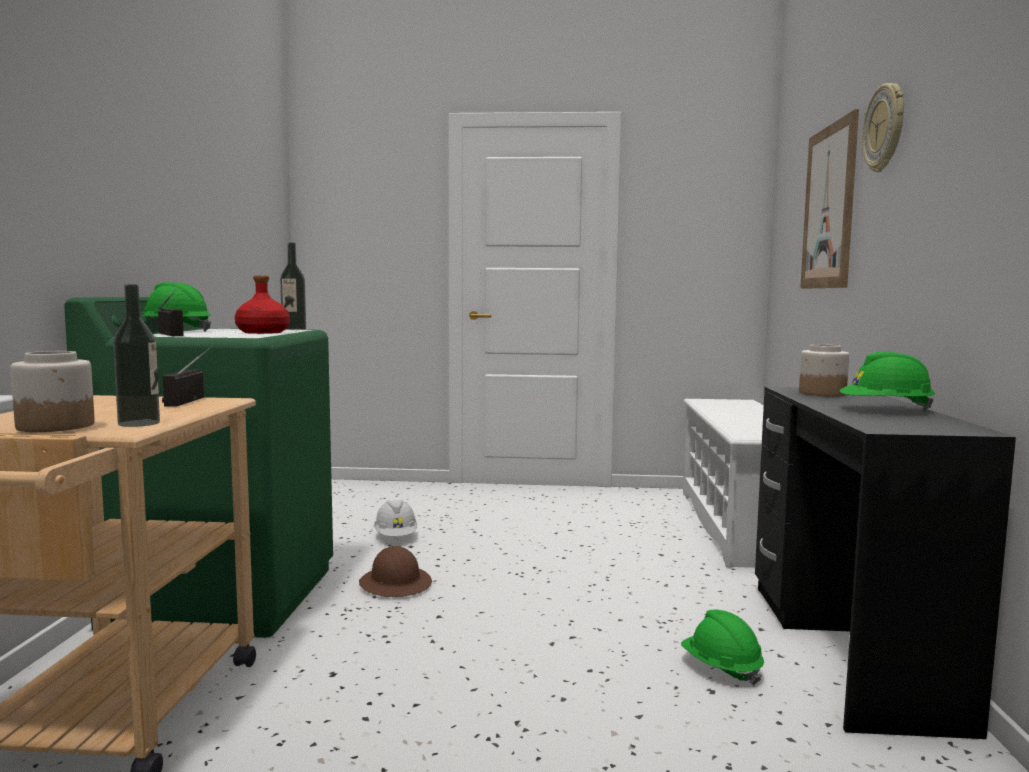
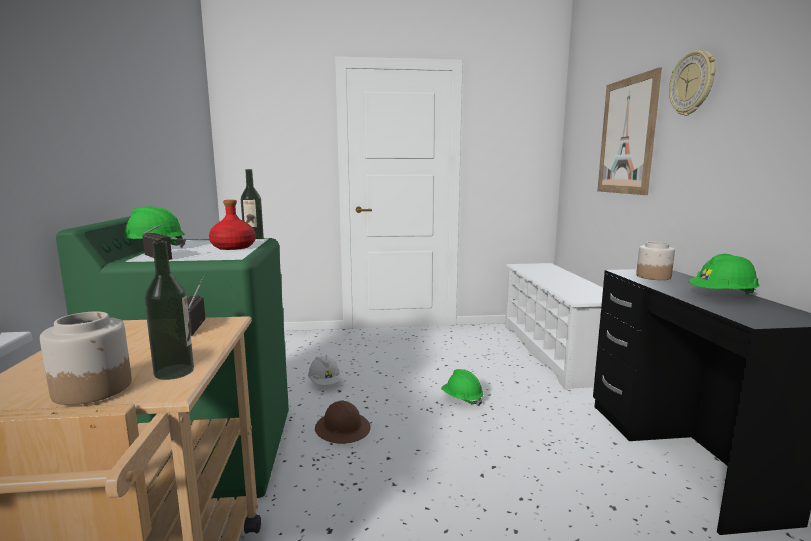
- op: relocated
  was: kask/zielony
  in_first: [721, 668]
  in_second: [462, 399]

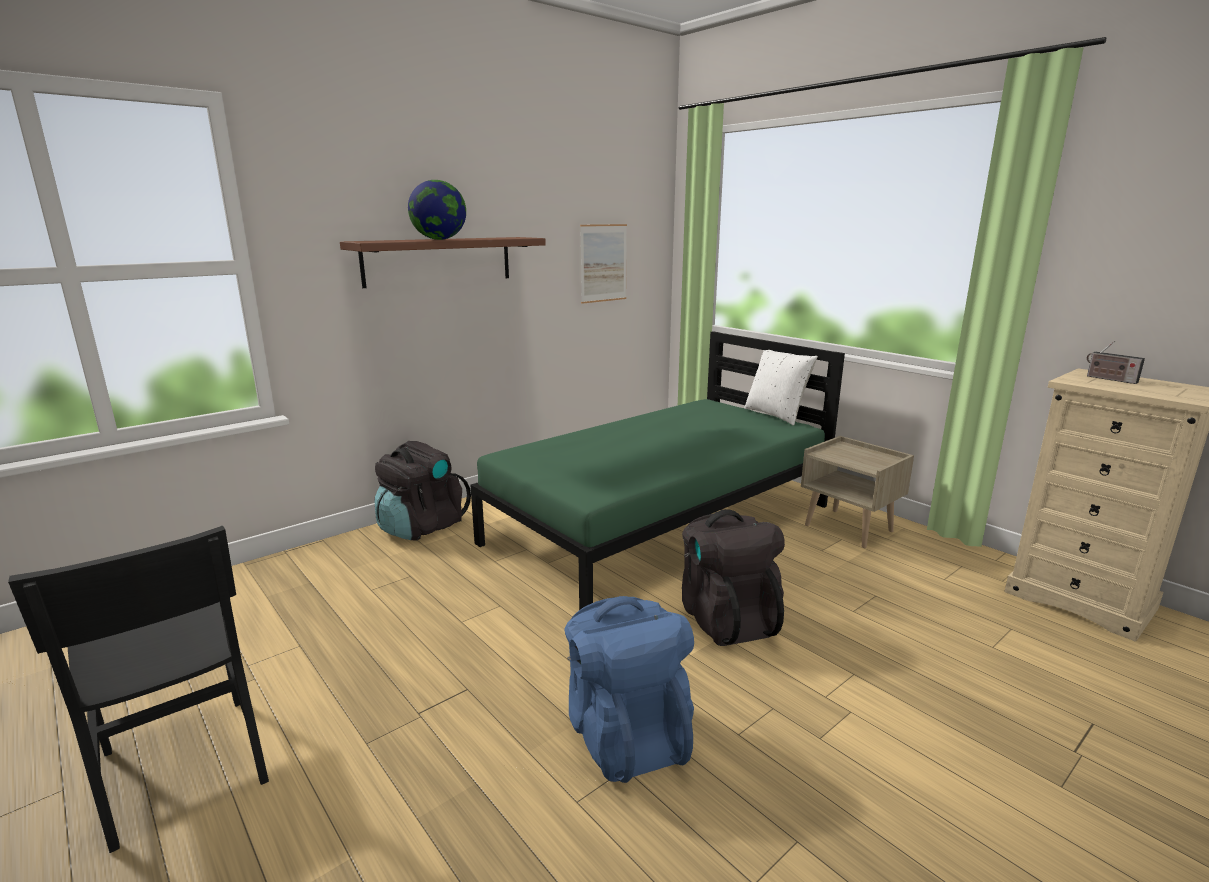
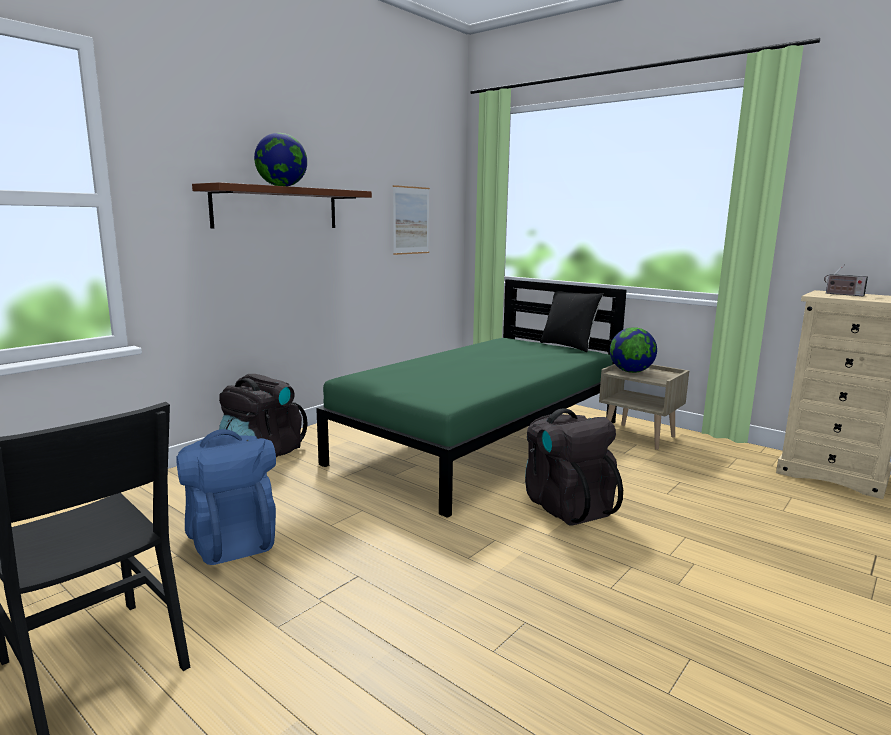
- op: appeared
  now: globus
  in_second: [631, 372]
- op: relocated
  was: plecak/niebieski
  in_first: [625, 733]
  in_second: [231, 539]
- op: colour
  was: poduszka/biały
  now: poduszka/czarny
  in_first: [776, 415]
  in_second: [568, 346]

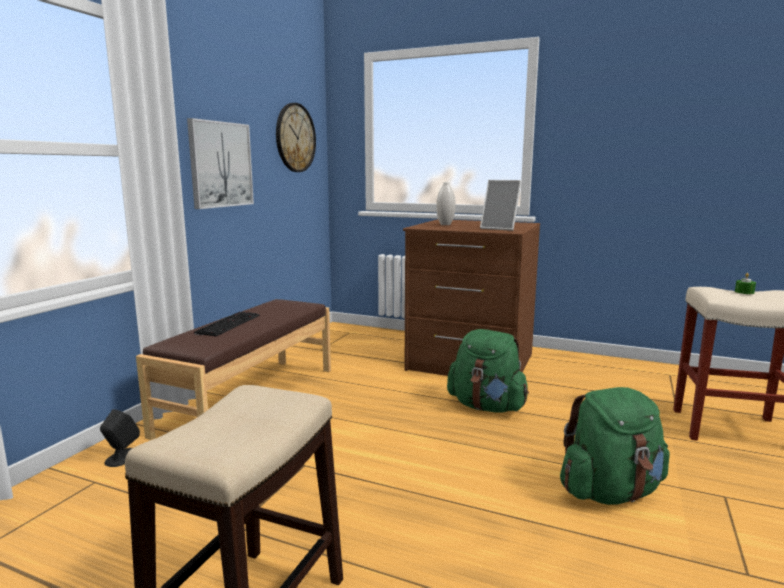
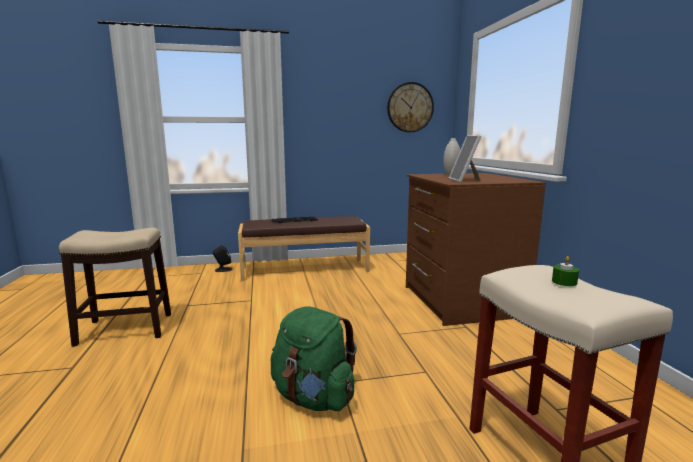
- op: missing
  was: obraz
  in_first: [220, 164]
- op: missing
  was: plecak/zielony
  in_first: [487, 406]

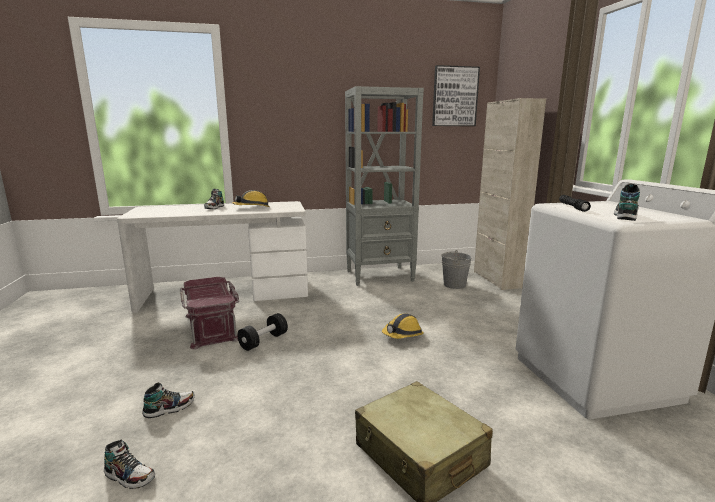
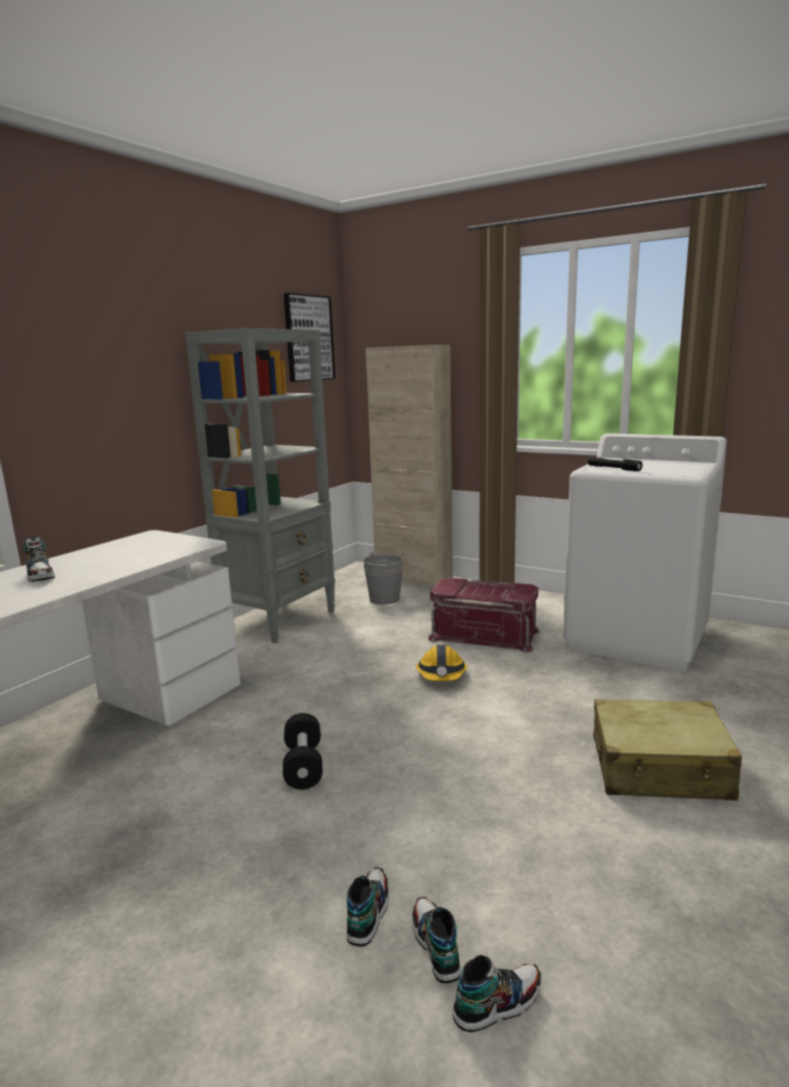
- op: missing
  was: kask
  in_first: [252, 208]
- op: relocated
  was: pojemnik do przechowywania/czerwony
  in_first: [212, 327]
  in_second: [484, 635]
- op: relocated
  was: but
  in_first: [624, 216]
  in_second: [435, 946]

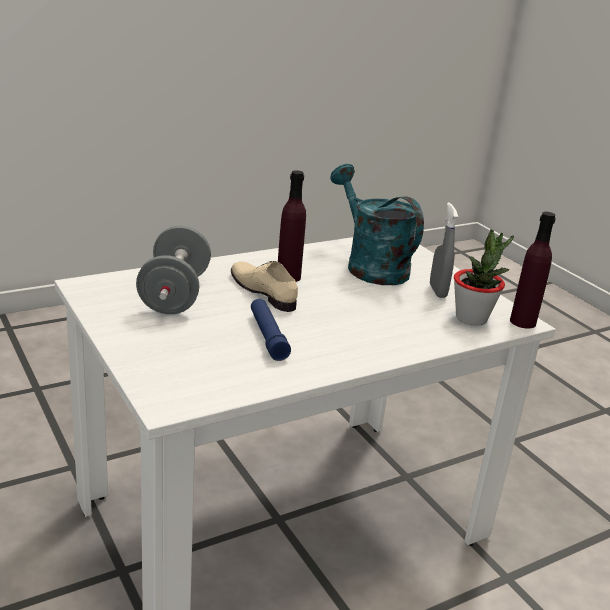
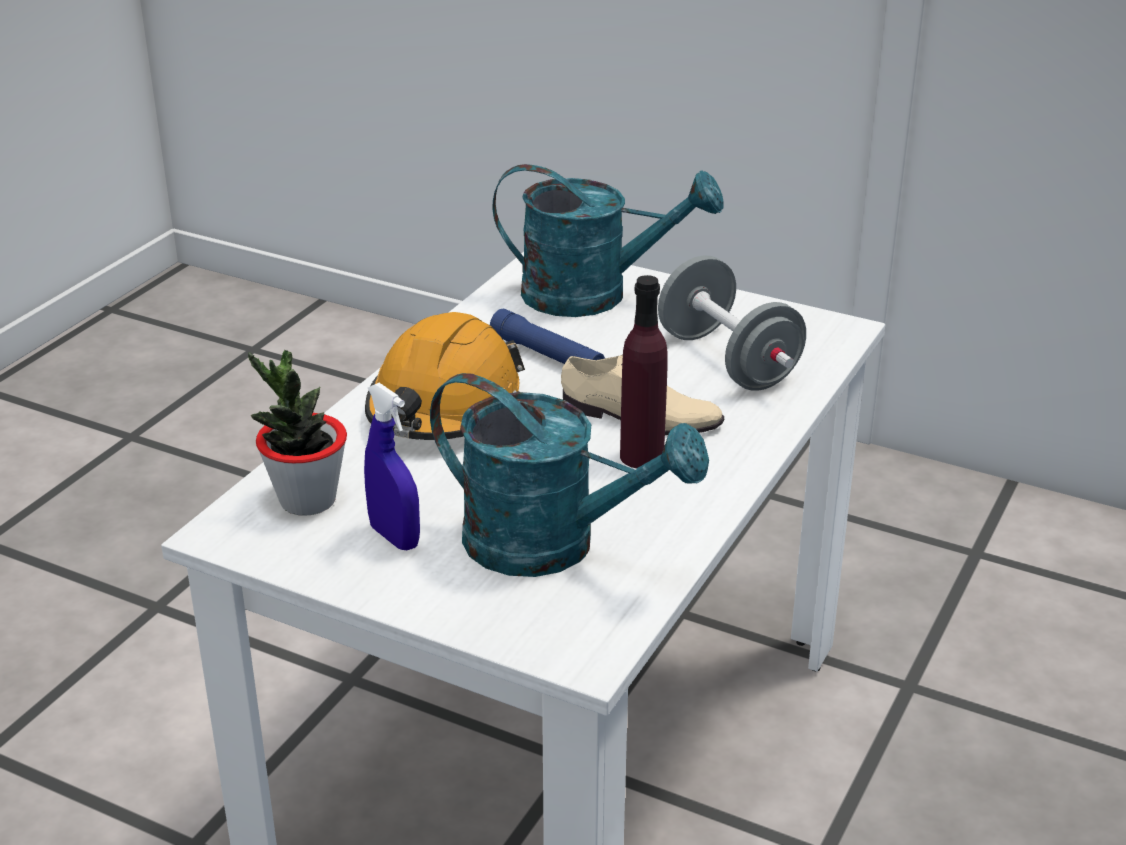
- op: missing
  was: butelka/fioletowy
  in_first: [523, 322]
- op: appeared
  now: kask/pomarańczowy
  in_second: [444, 407]
- op: appeared
  now: konewka/turkusowy
  in_second: [594, 295]
- op: colour
  was: spryskiwacz/szary
  now: spryskiwacz/niebieski
  in_first: [437, 291]
  in_second: [394, 537]

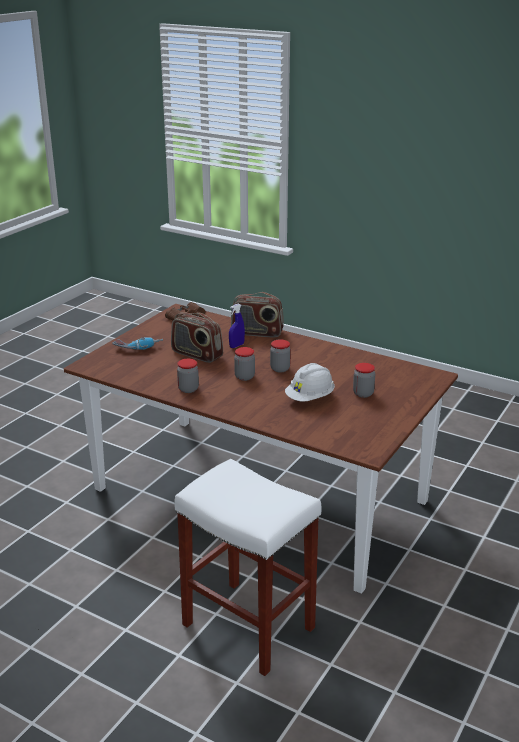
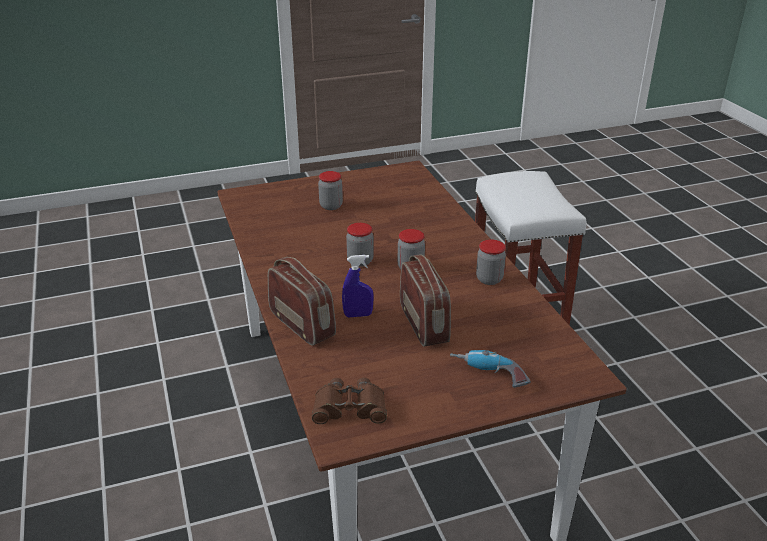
- op: missing
  was: kask/biały
  in_first: [310, 398]

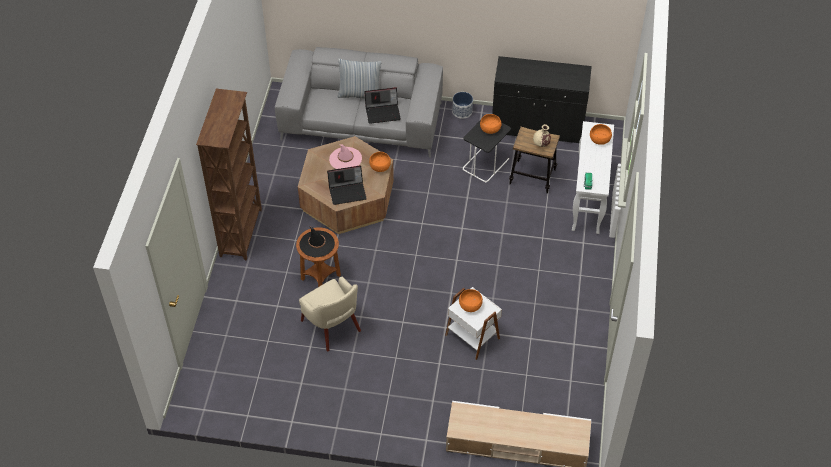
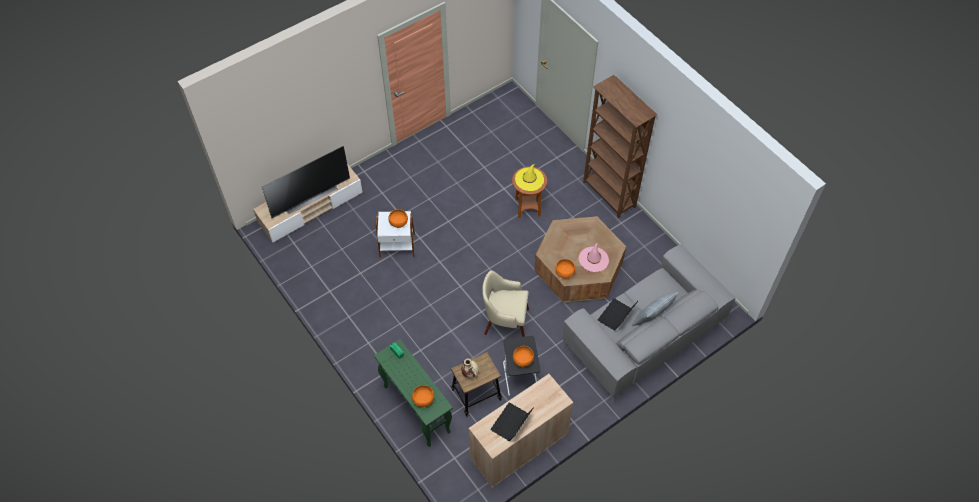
- op: missing
  was: donica
  in_first: [462, 111]
- op: appeared
  now: telewizor
  in_second: [309, 196]
- op: relocated
  was: fotel/beżowy
  in_first: [331, 326]
  in_second: [505, 321]
- op: relocated
  was: laptop
  in_first: [348, 192]
  in_second: [511, 424]
- op: colour
  was: kapelusz/czarny
  now: kapelusz/żółty
  in_first: [317, 244]
  in_second: [529, 179]
- op: colour
  was: szafka/czarny
  now: szafka/beżowy
  in_first: [537, 126]
  in_second: [519, 446]
- op: colour
  was: stolik konsolowy/biały
  now: stolik konsolowy/zielony
  in_first: [588, 201]
  in_second: [416, 408]

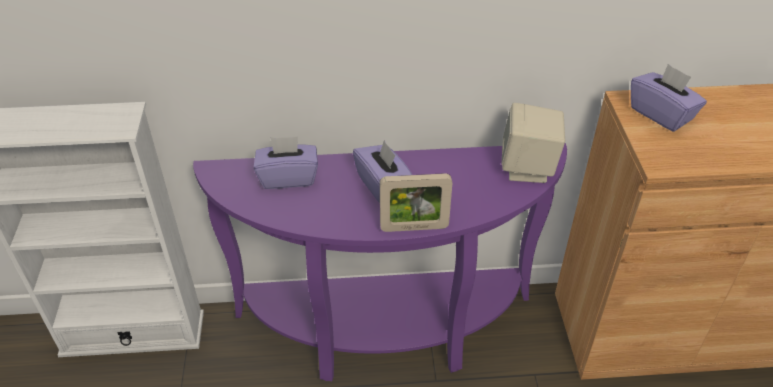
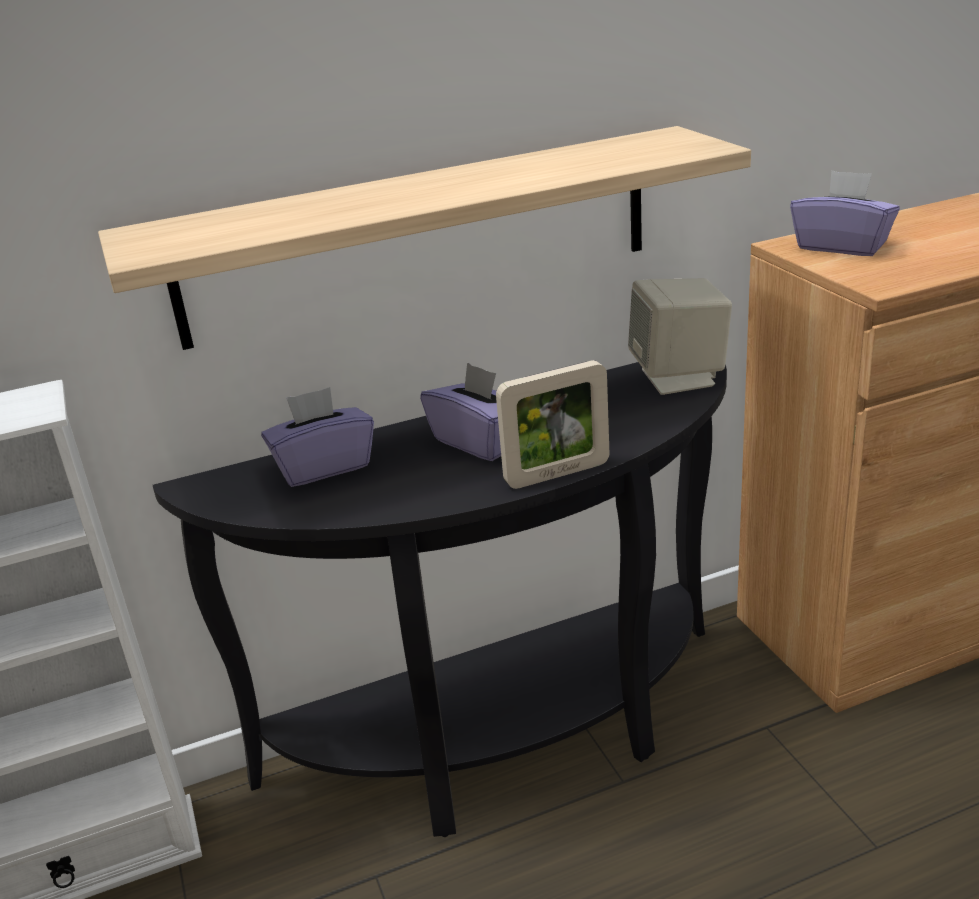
- op: appeared
  now: półka
  in_second: [419, 236]
- op: colour
  was: stolik konsolowy/fioletowy
  now: stolik konsolowy/czarny
  in_first: [385, 334]
  in_second: [512, 741]

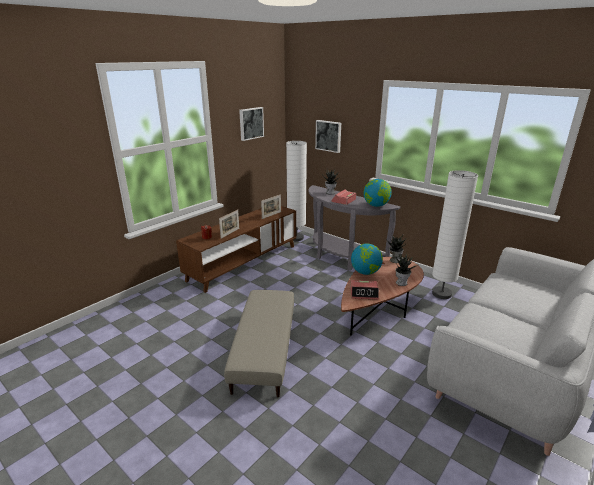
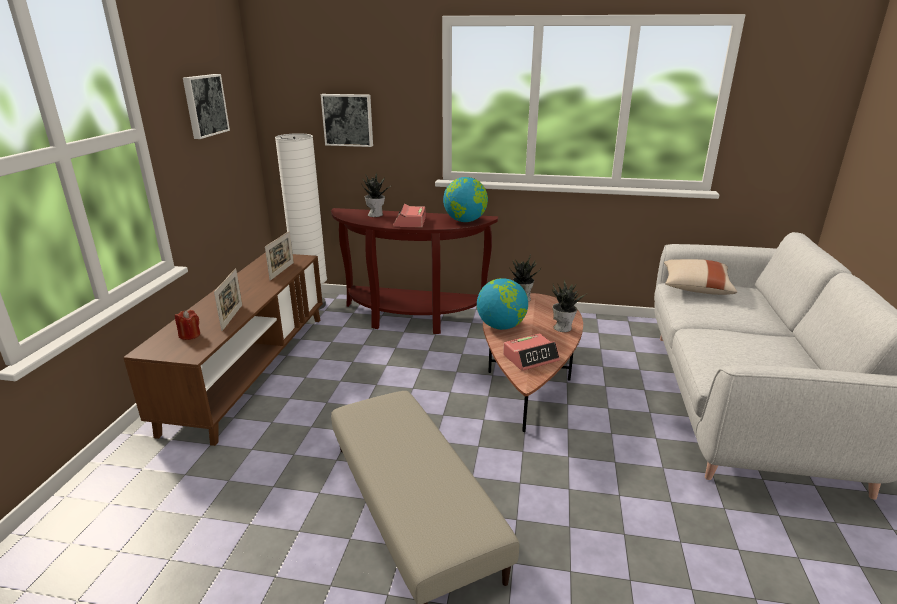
- op: missing
  was: lampa stojąca/biały
  in_first: [441, 294]
- op: appeared
  now: poduszka/beżowy
  in_second: [695, 288]
- op: colour
  was: stolik konsolowy/szary
  now: stolik konsolowy/brązowy
  in_first: [342, 258]
  in_second: [411, 318]

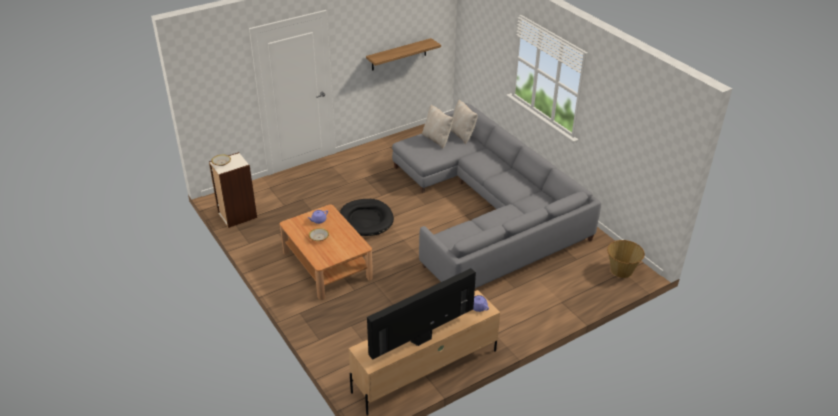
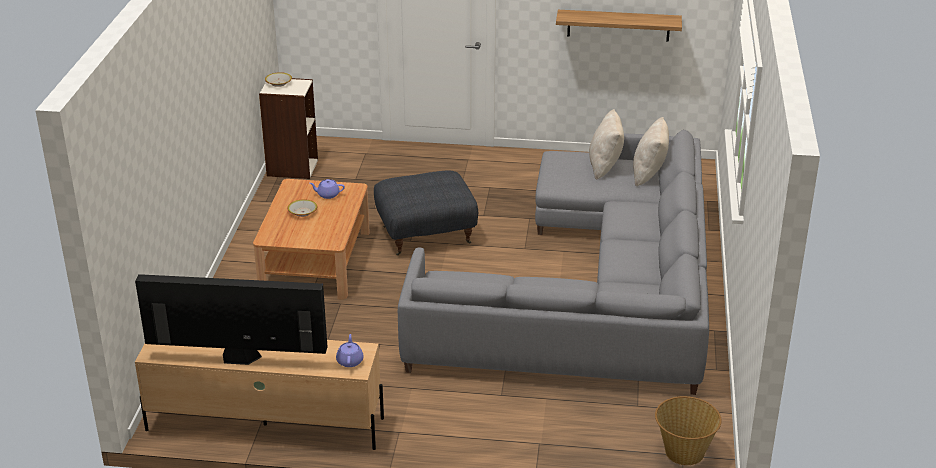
- op: exchanged
  was: legowisko/czarny
  now: pufa/szary
  in_first: [366, 220]
  in_second: [426, 234]

